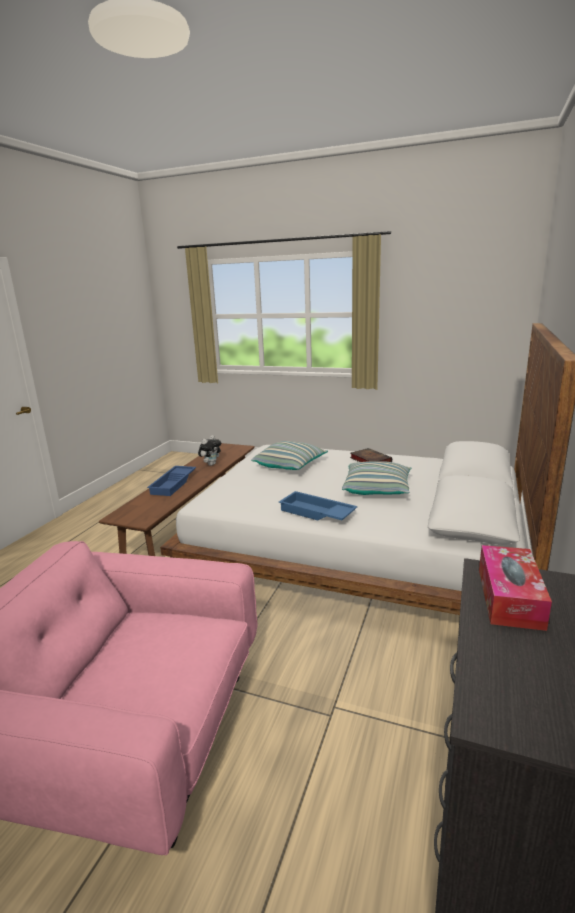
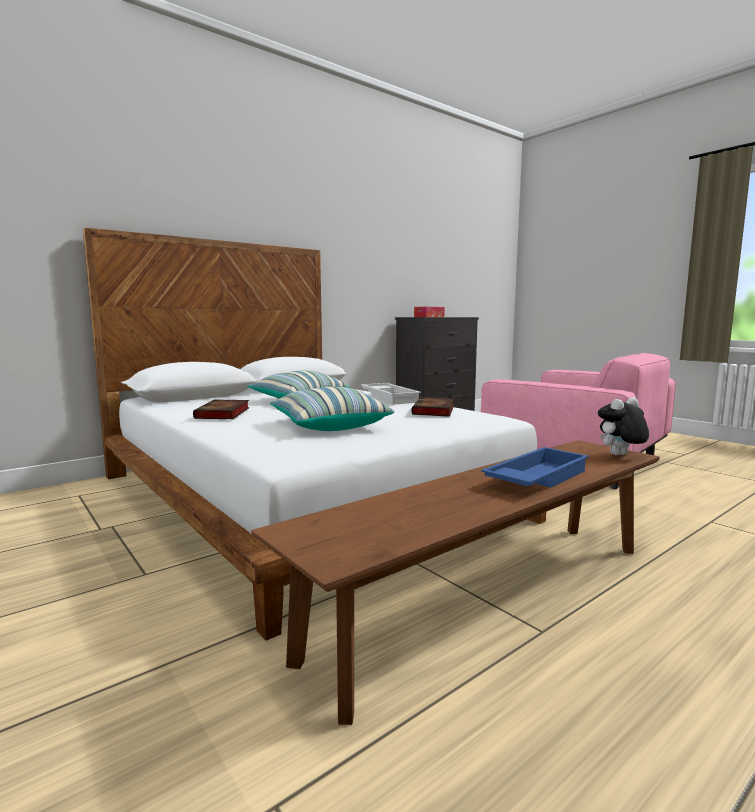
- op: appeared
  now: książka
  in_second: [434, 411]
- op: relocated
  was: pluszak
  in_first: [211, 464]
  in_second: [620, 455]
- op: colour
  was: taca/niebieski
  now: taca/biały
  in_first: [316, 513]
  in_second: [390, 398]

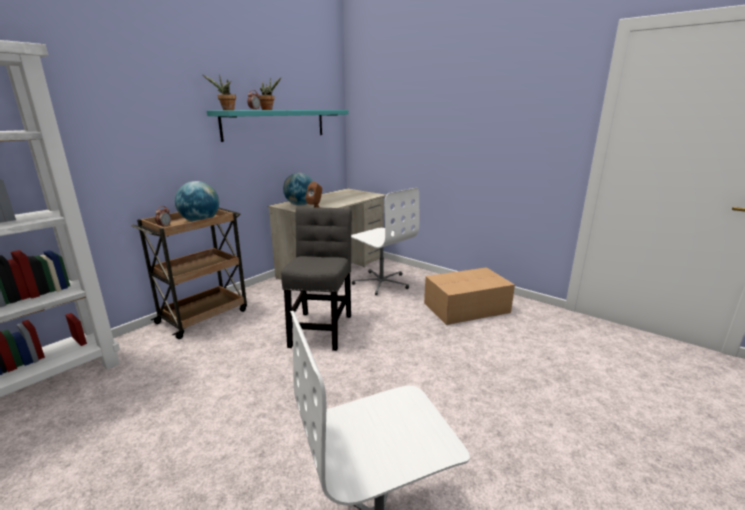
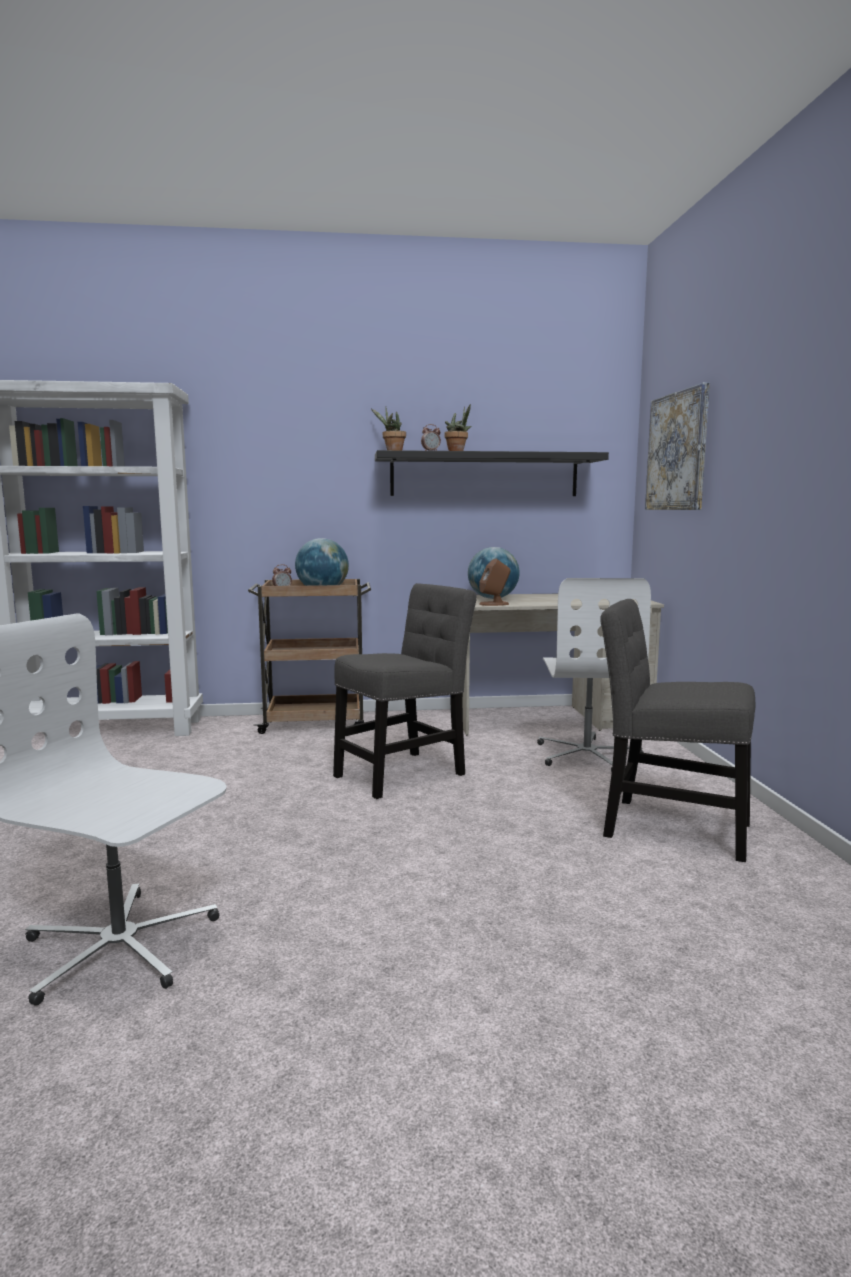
- op: appeared
  now: obraz
  in_second: [677, 451]
- op: exchanged
  was: karton
  now: krzesło/szary
  in_first: [465, 307]
  in_second: [668, 827]
- op: colour
  was: półka/turkusowy
  now: półka/czarny
  in_first: [275, 124]
  in_second: [484, 475]

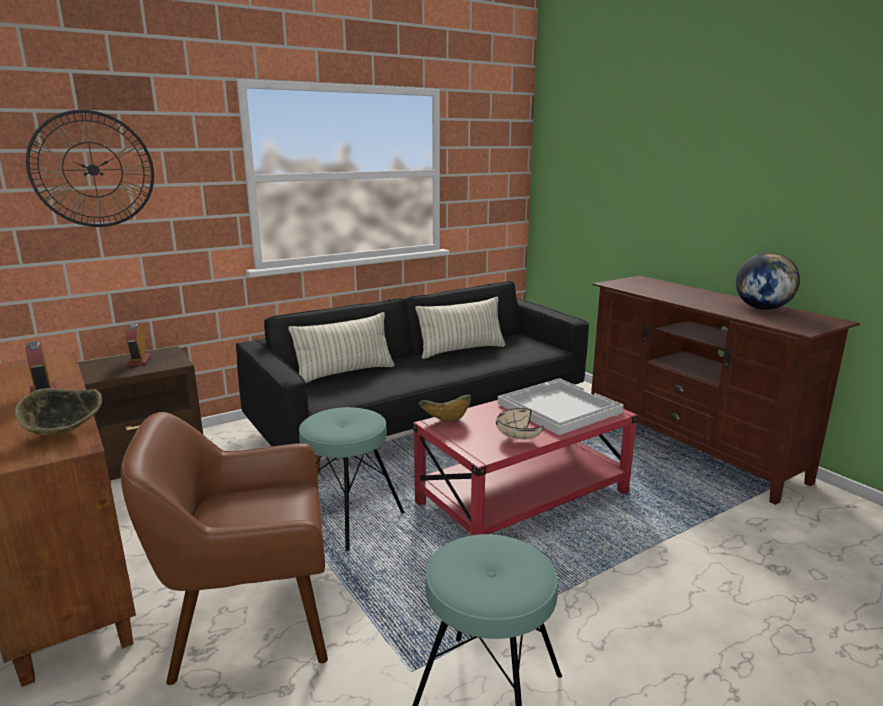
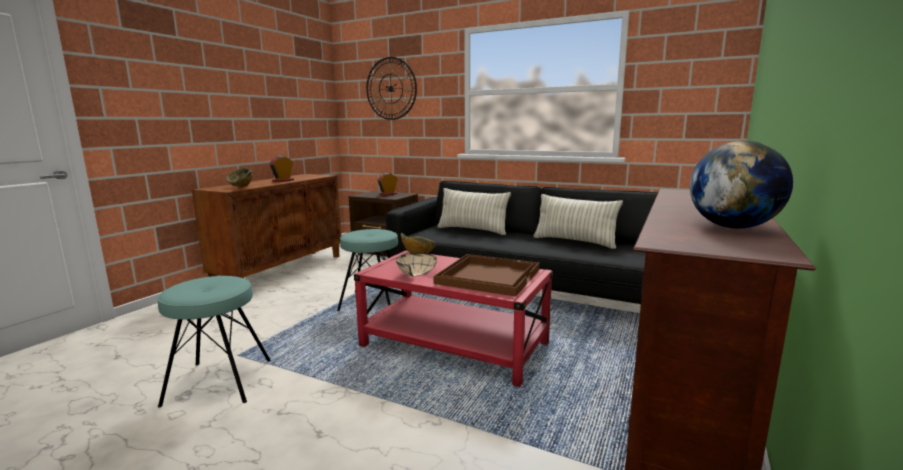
- op: missing
  was: fotel/brązowy
  in_first: [249, 621]
- op: colour
  was: taca/biały
  now: taca/brązowy
  in_first: [557, 408]
  in_second: [488, 276]

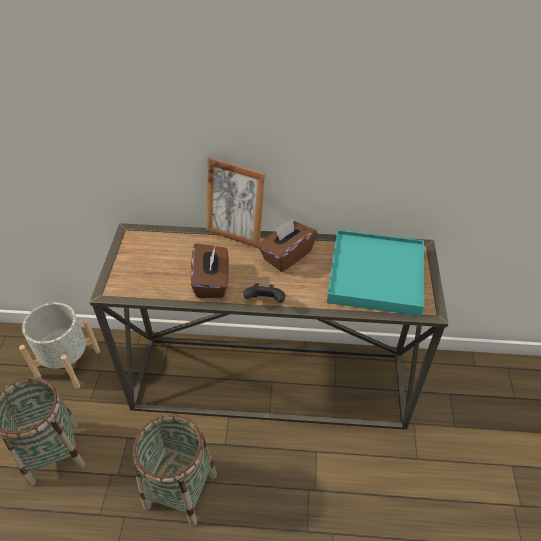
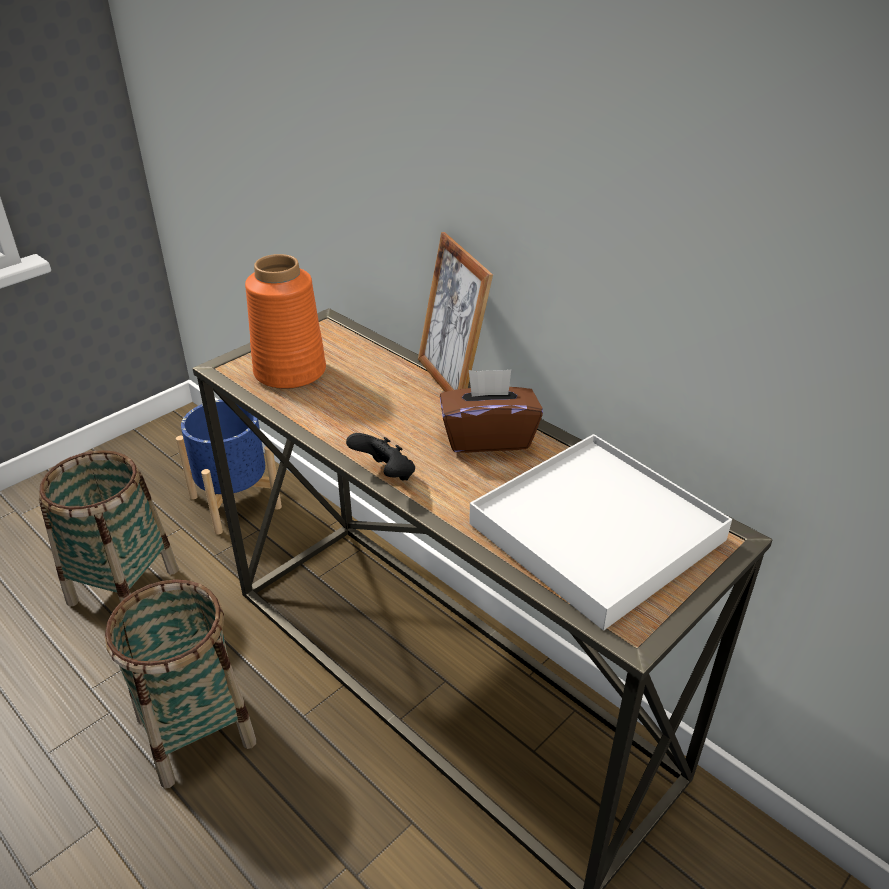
- op: missing
  was: pudełko chusteczek/brązowy
  in_first: [212, 282]
- op: appeared
  now: wazon/pomarańczowy
  in_second: [289, 372]
- op: colour
  was: donica/szary
  now: donica/niebieski
  in_first: [68, 363]
  in_second: [235, 501]
- op: colour
  was: taca/turkusowy
  now: taca/biały
  in_first: [375, 275]
  in_second: [595, 532]

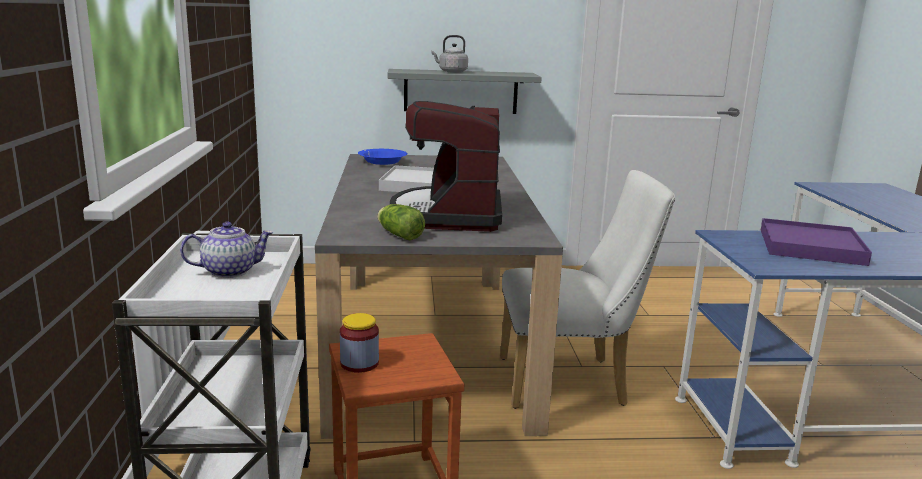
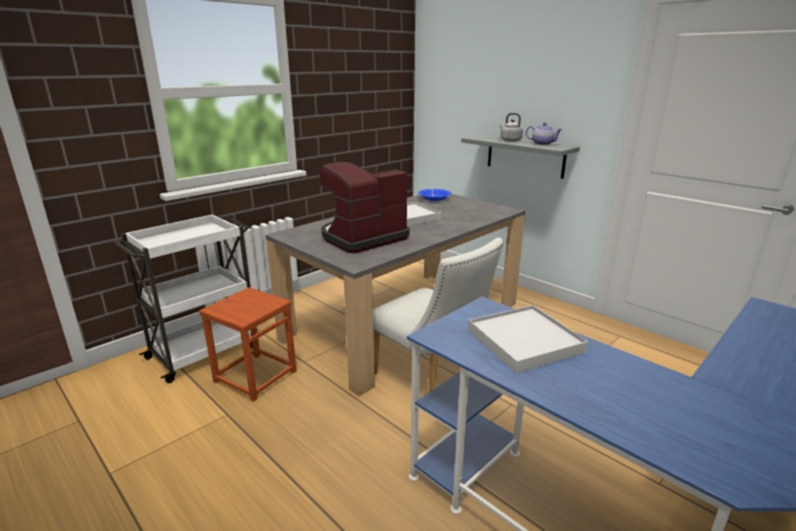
- op: missing
  was: słoik
  in_first: [359, 363]
- op: missing
  was: sałata
  in_first: [398, 234]
- op: relocated
  was: imbryk
  in_first: [230, 271]
  in_second: [542, 144]
- op: colour
  was: taca/fioletowy
  now: taca/biały
  in_first: [811, 247]
  in_second: [524, 341]

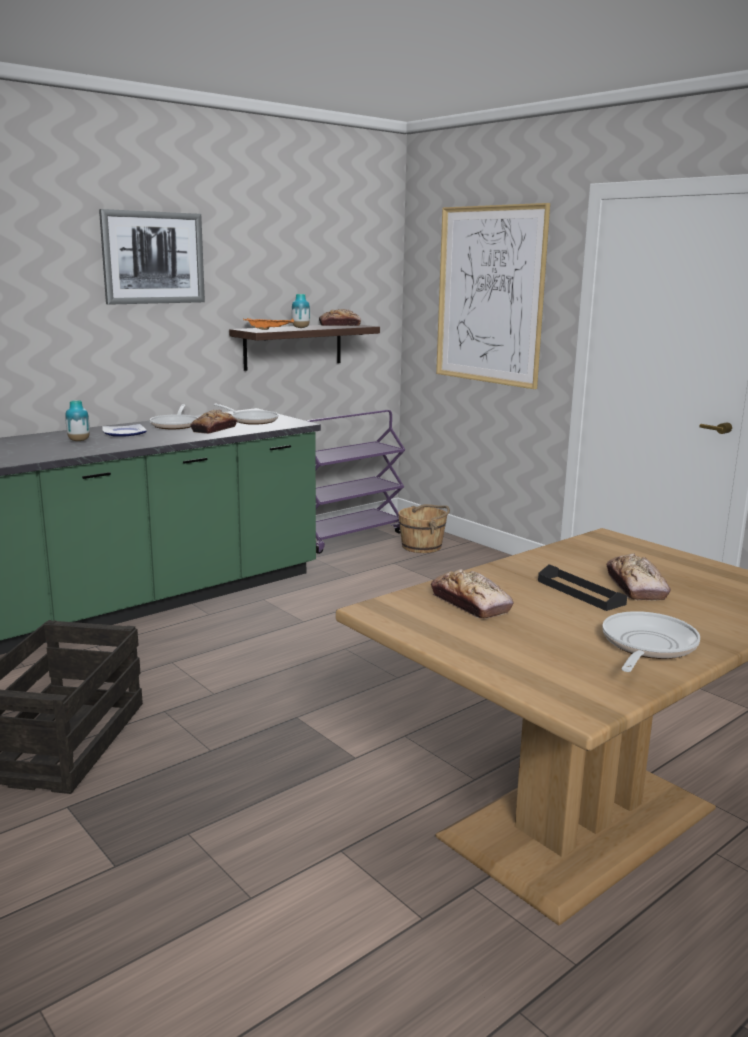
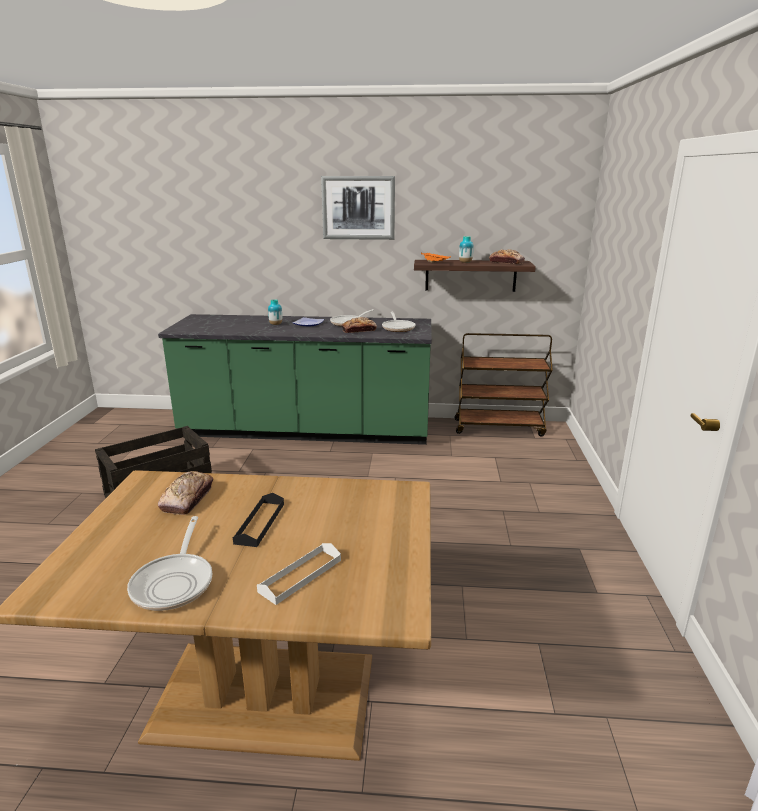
- op: missing
  was: wiadro/brązowy
  in_first: [422, 546]
- op: missing
  was: obraz
  in_first: [490, 295]
- op: missing
  was: chleb
  in_first: [636, 587]
- op: appeared
  now: taca/biały
  in_second: [300, 576]
- op: colour
  was: wózek/fioletowy
  now: wózek/brązowy
  in_first: [348, 537]
  in_second: [499, 427]
- op: spun
  was: patelnia
  in_first: [646, 646]
  in_second: [175, 582]
  clockwise: 105

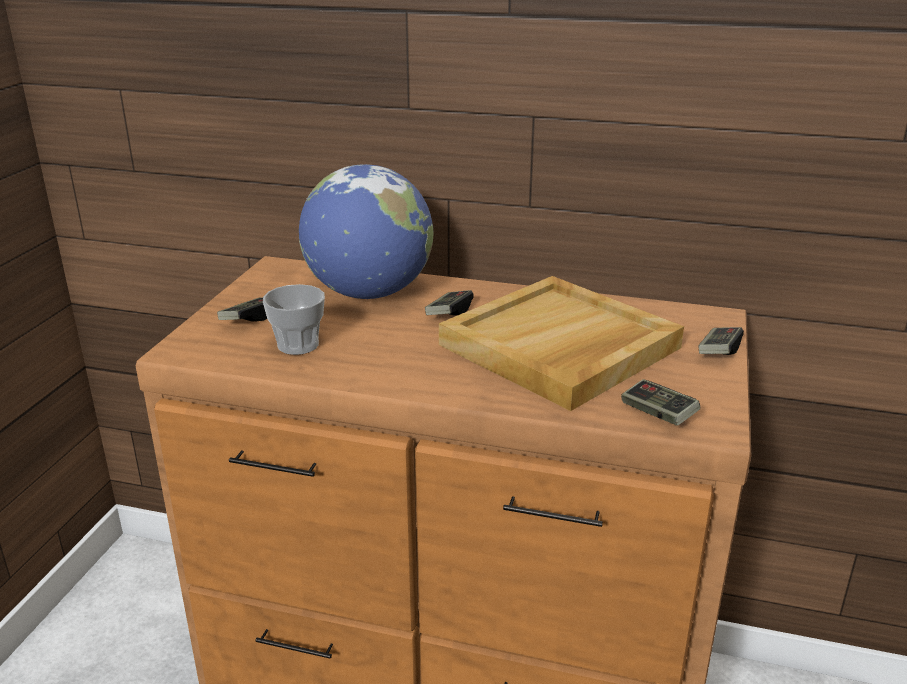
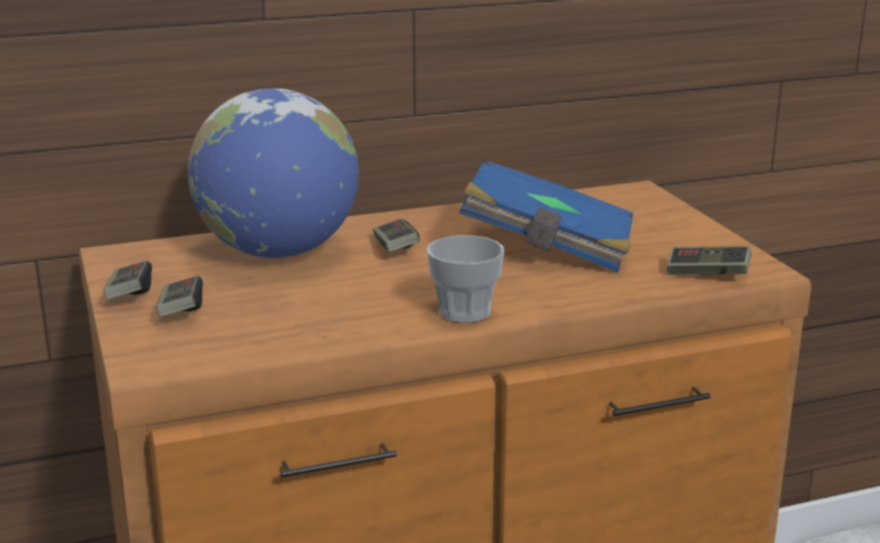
- op: relocated
  was: filiżanka
  in_first: [298, 345]
  in_second: [465, 312]
- op: relocated
  was: pad do gier
  in_first: [719, 351]
  in_second: [129, 293]
- op: exchanged
  was: taca/beżowy
  now: książka/niebieski
  in_first: [559, 347]
  in_second: [547, 248]

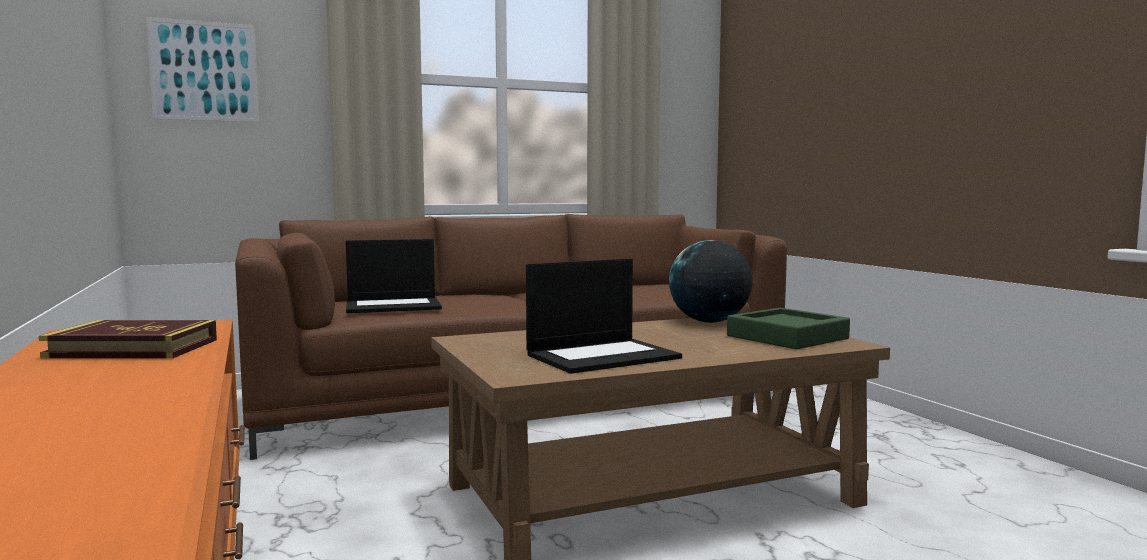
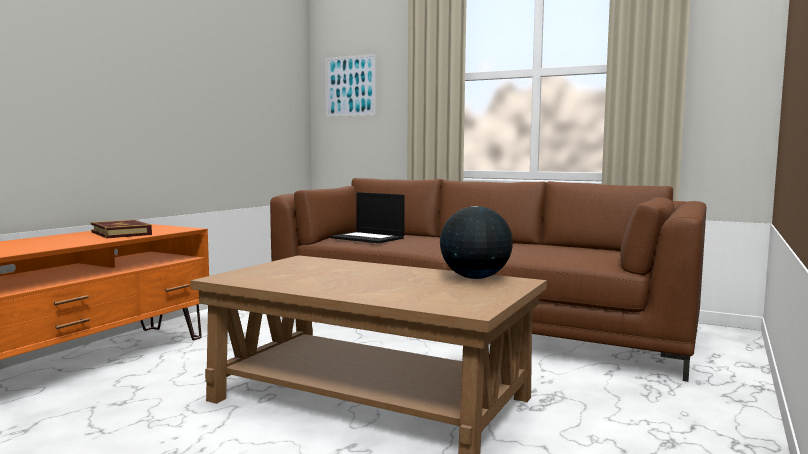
- op: missing
  was: laptop
  in_first: [603, 356]
- op: missing
  was: taca/zielony
  in_first: [787, 337]

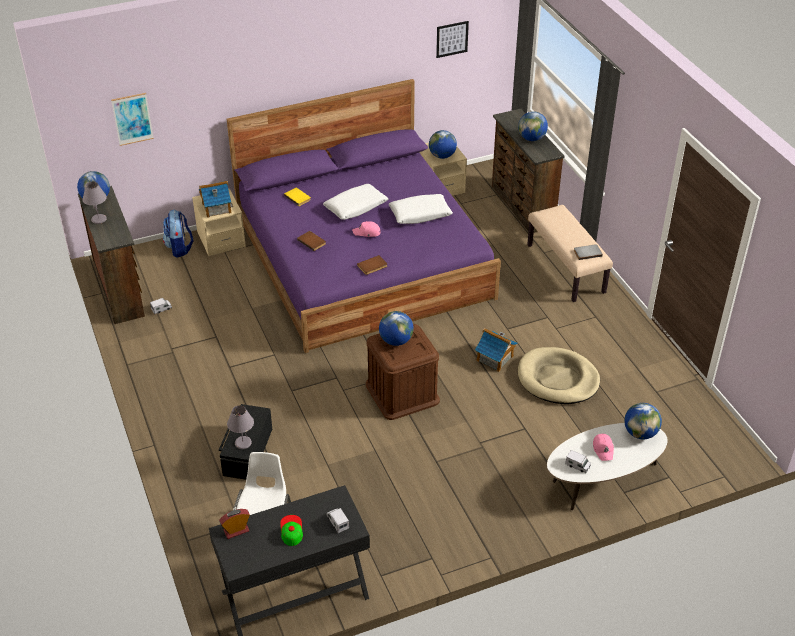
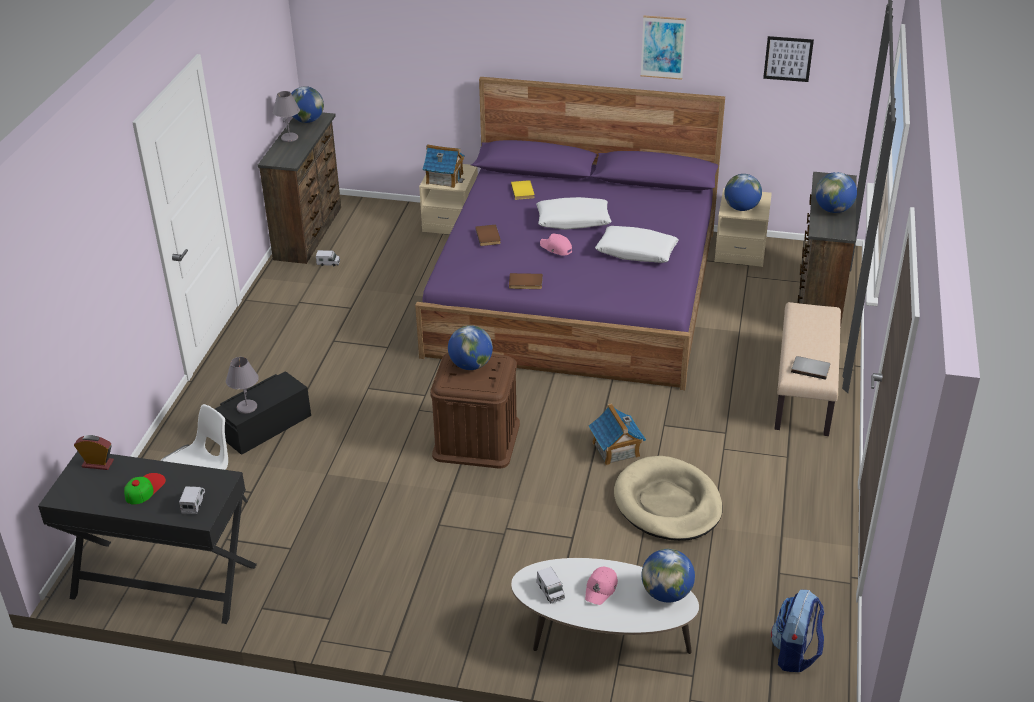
- op: relocated
  was: obraz
  in_first: [132, 119]
  in_second: [663, 47]
- op: relocated
  was: plecak
  in_first: [179, 248]
  in_second: [795, 653]

